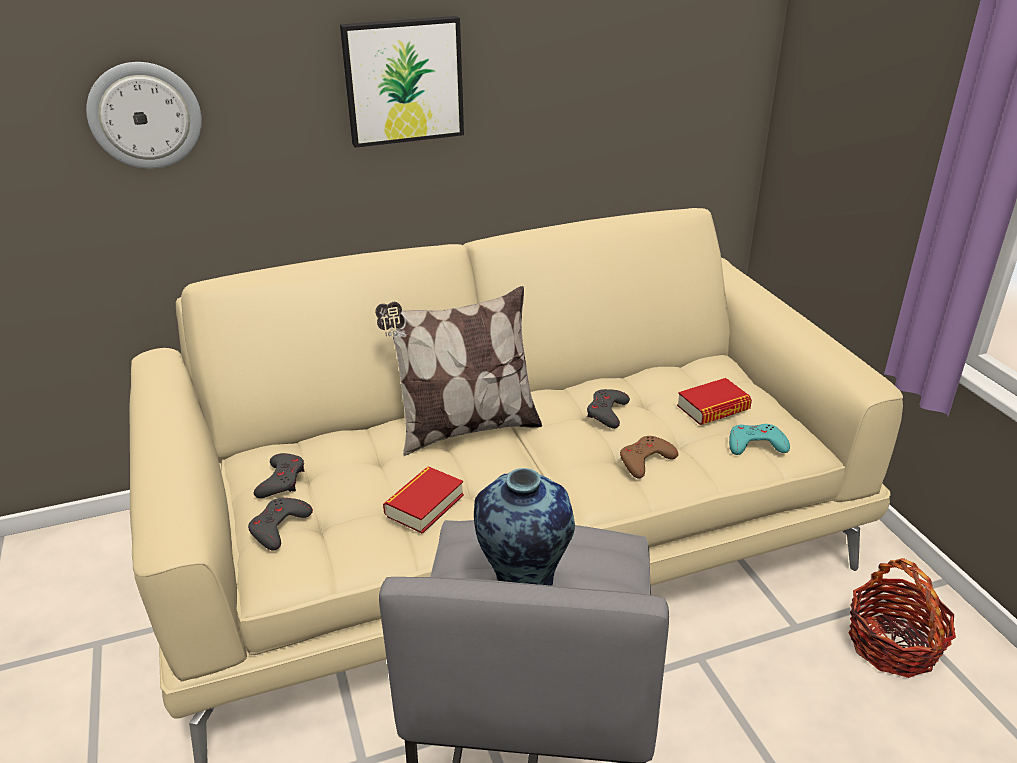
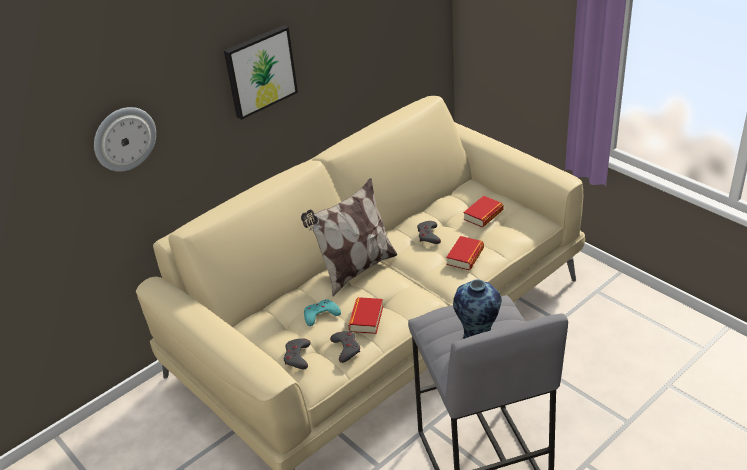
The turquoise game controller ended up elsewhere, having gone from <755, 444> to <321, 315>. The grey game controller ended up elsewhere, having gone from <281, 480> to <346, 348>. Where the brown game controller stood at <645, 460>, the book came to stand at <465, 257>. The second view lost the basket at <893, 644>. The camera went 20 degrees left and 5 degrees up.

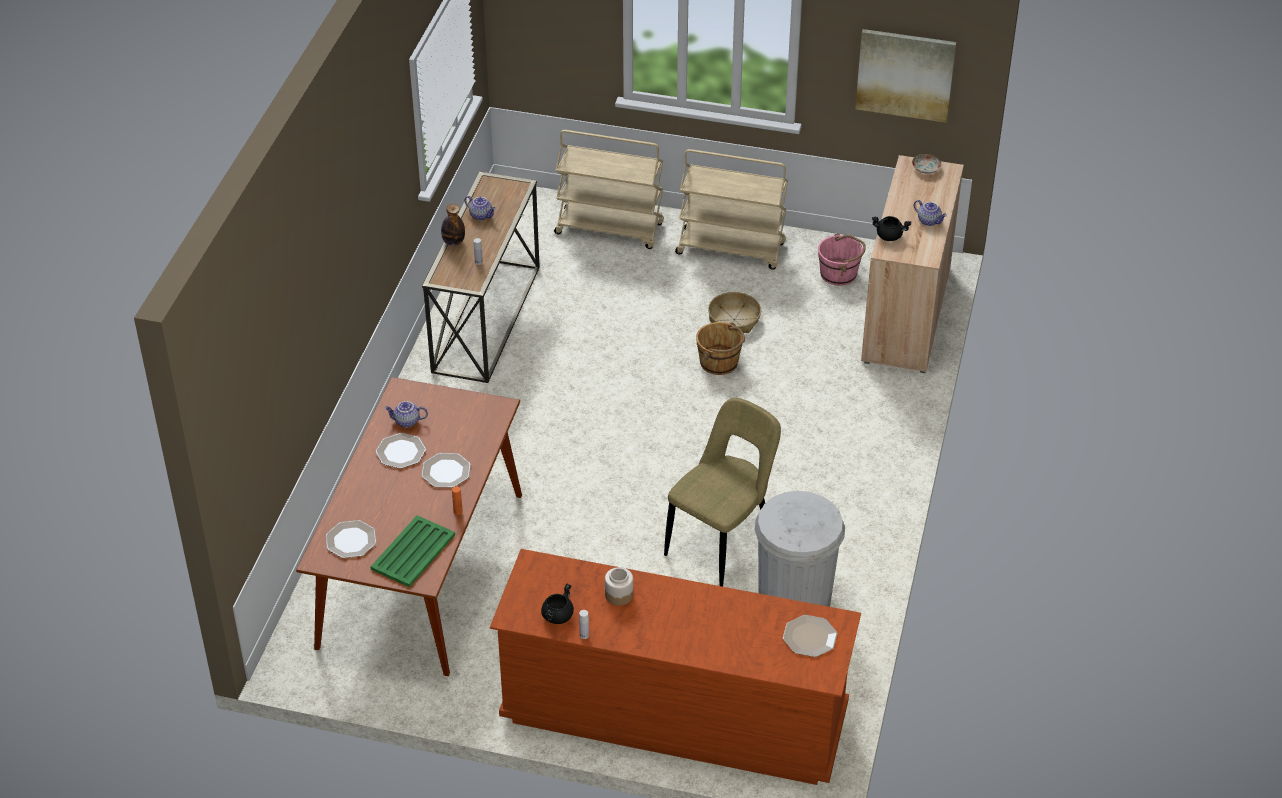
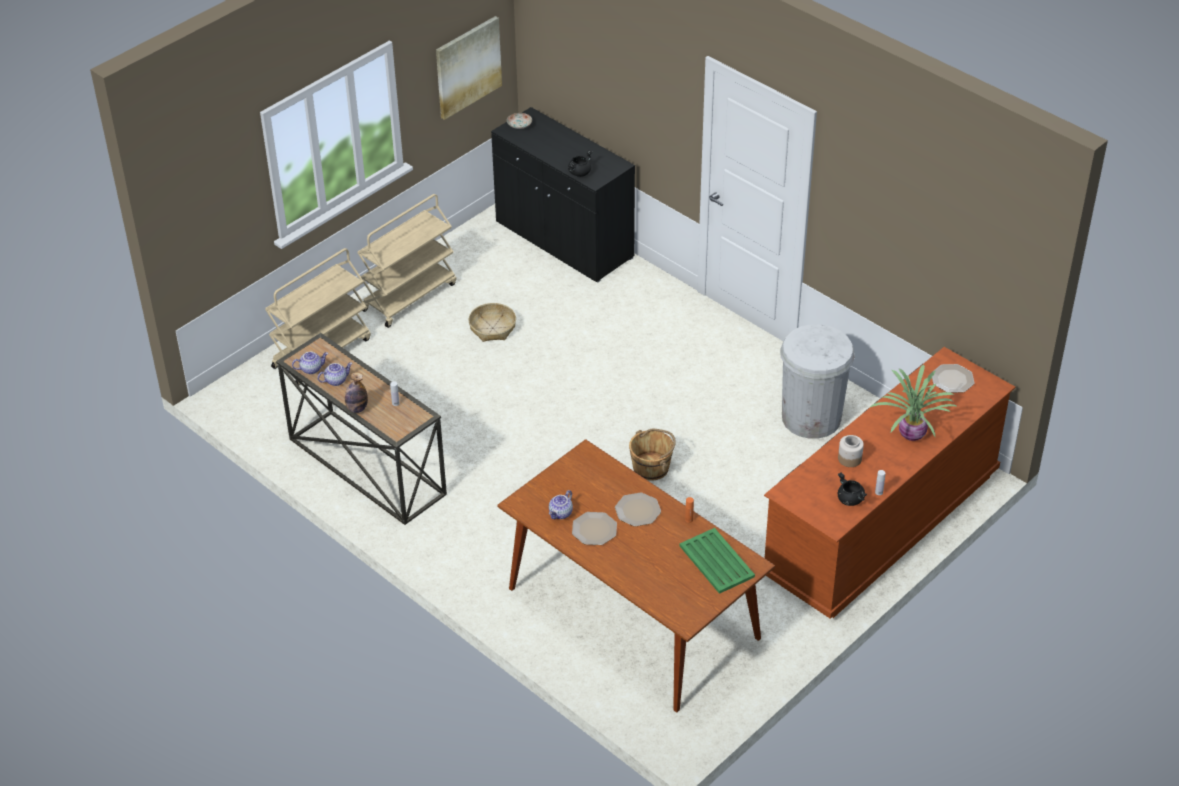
The teapot ended up elsewhere, having gone from <929, 221> to <311, 369>. What was the beige cabinet at <906, 315> turned into the black cabinet at <564, 240>. The brown bucket ended up elsewhere, having gone from <719, 362> to <651, 467>. The second view gained the potted plant at <912, 433>. The second view lost the plate at <350, 540>. The second view lost the beige chair at <723, 543>. The second view lost the pink bucket at <839, 274>. The camera went 60 degrees left and 0 degrees up.

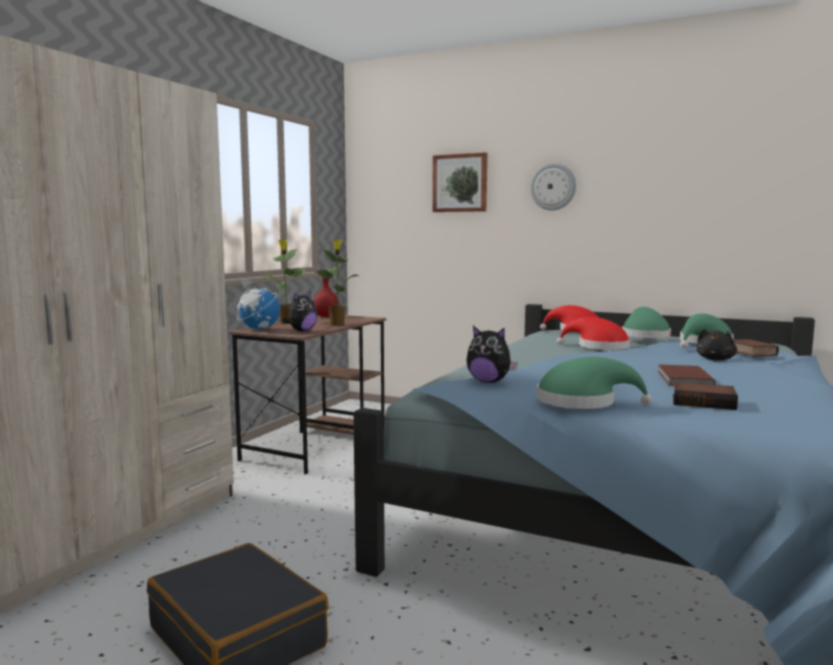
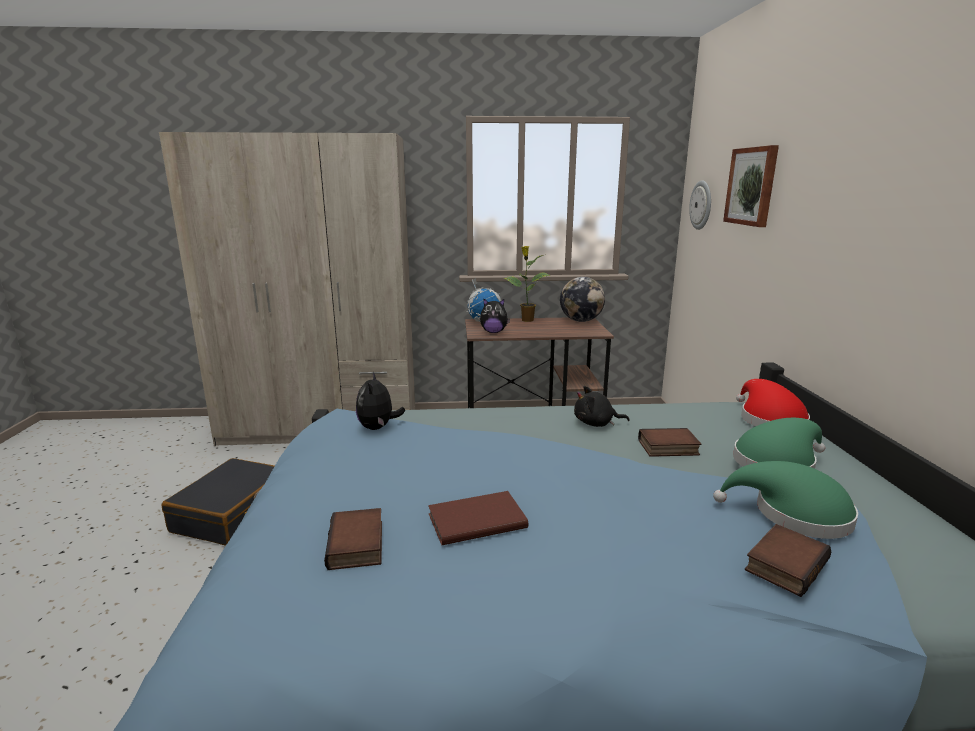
Where the red bottle stood at <326, 316>, the globe came to stand at <581, 321>. The black plush toy ended up elsewhere, having gone from <716, 359> to <596, 423>. Where the red hat stood at <598, 347>, the book came to stand at <667, 448>. The wall clock ended up elsewhere, having gone from <553, 186> to <701, 205>. The second view lost the potted plant at <337, 324>. The second view lost the green hat at <582, 402>. The camera went 60 degrees right and 10 degrees up.

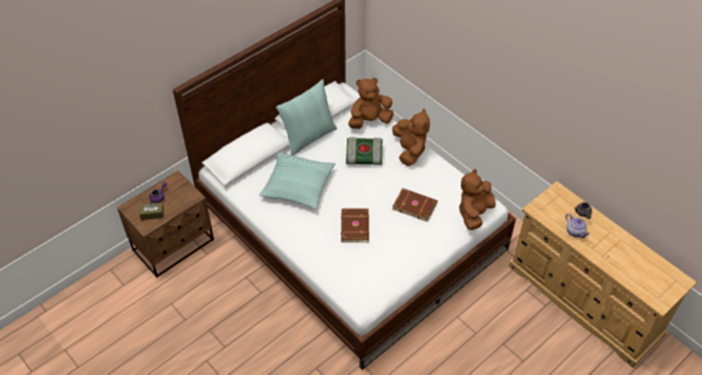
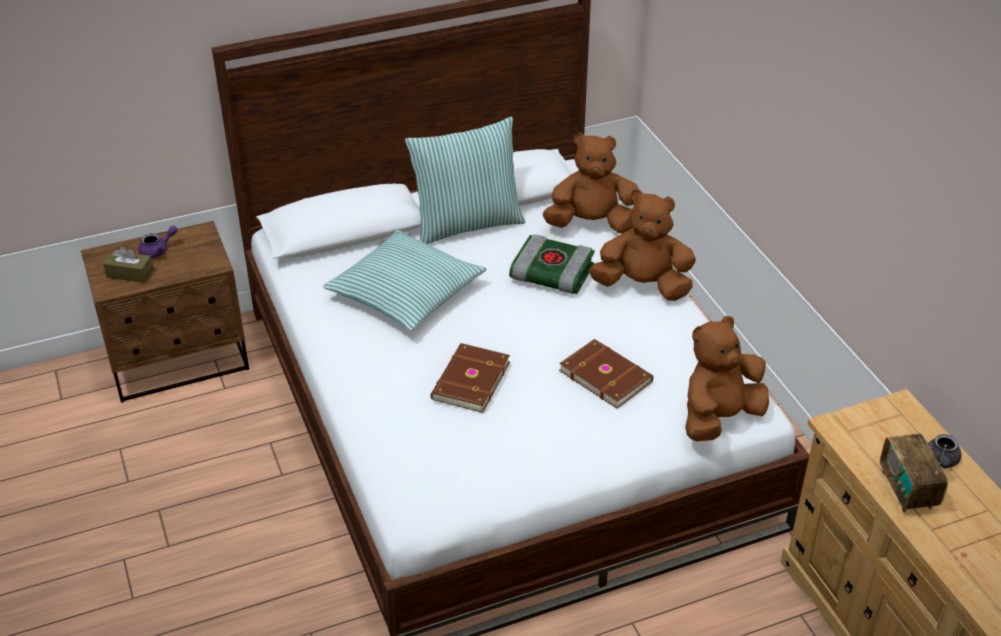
The brown plush toy at <409, 150> ended up facing another way, 90 degrees counterclockwise from before. Where the teapot stood at <575, 232>, the radio came to stand at <907, 490>. The camera went 20 degrees right and 10 degrees down.

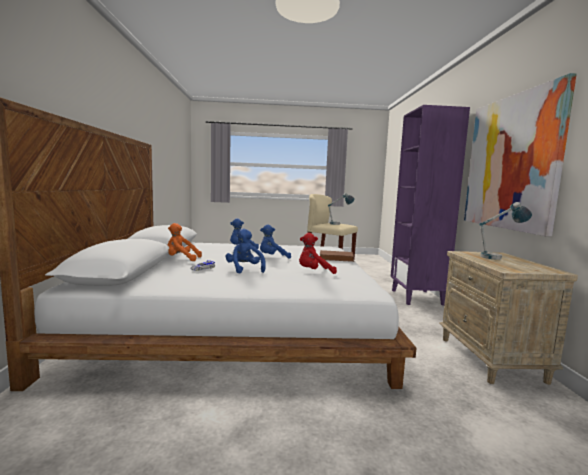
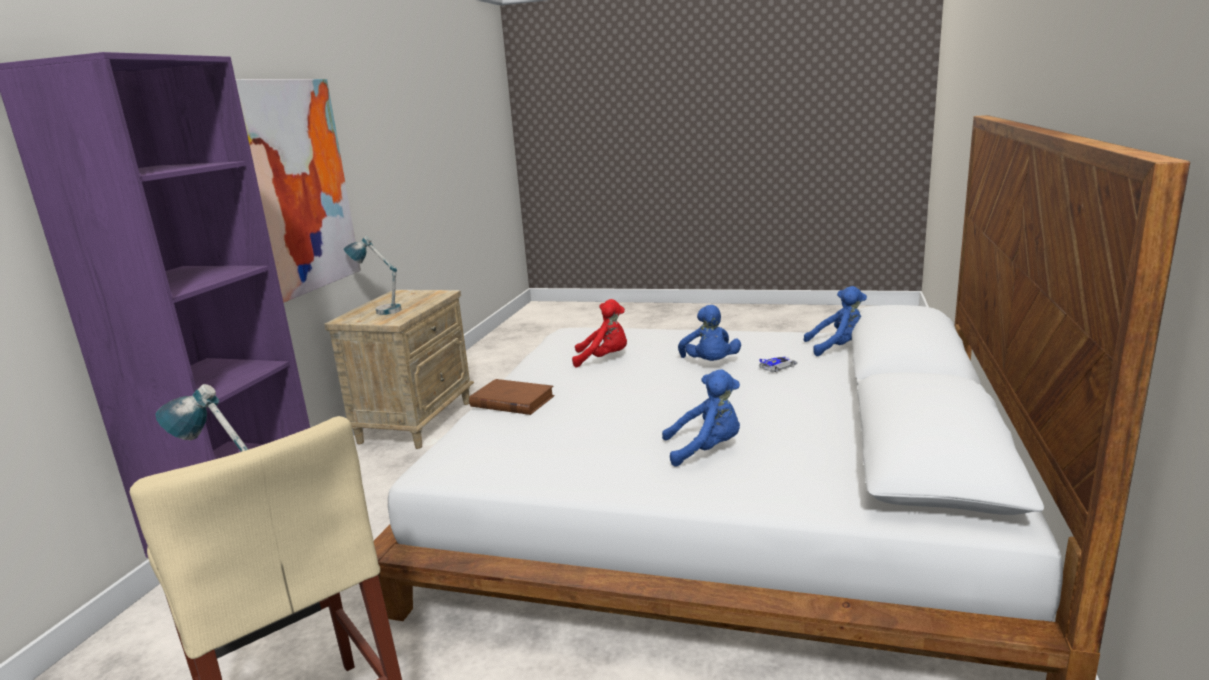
The blue plush toy ended up elsewhere, having gone from <272, 258> to <838, 347>. The second view lost the orange plush toy at <181, 259>. The camera went 160 degrees left and 10 degrees up.

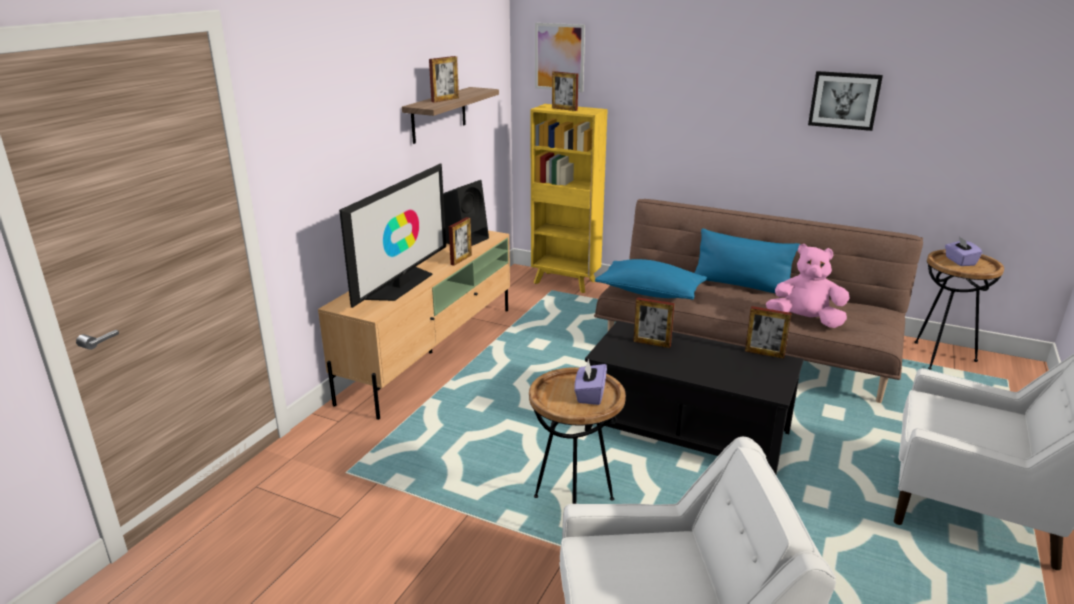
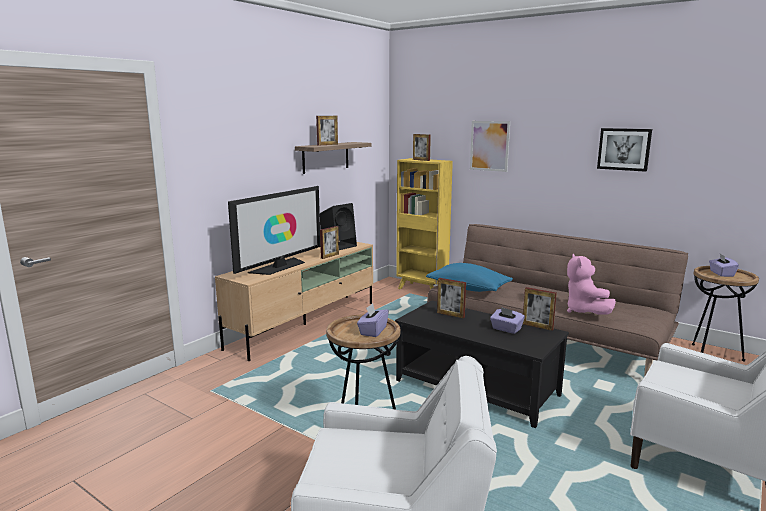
The picture ended up elsewhere, having gone from <559, 57> to <489, 146>. The second view gained the purple tissue box at <506, 329>. The pink plush toy at <805, 320> ended up facing another way, 120 degrees counterclockwise from before. The second view lost the blue pillow at <741, 285>. The camera went 10 degrees right and 10 degrees down.

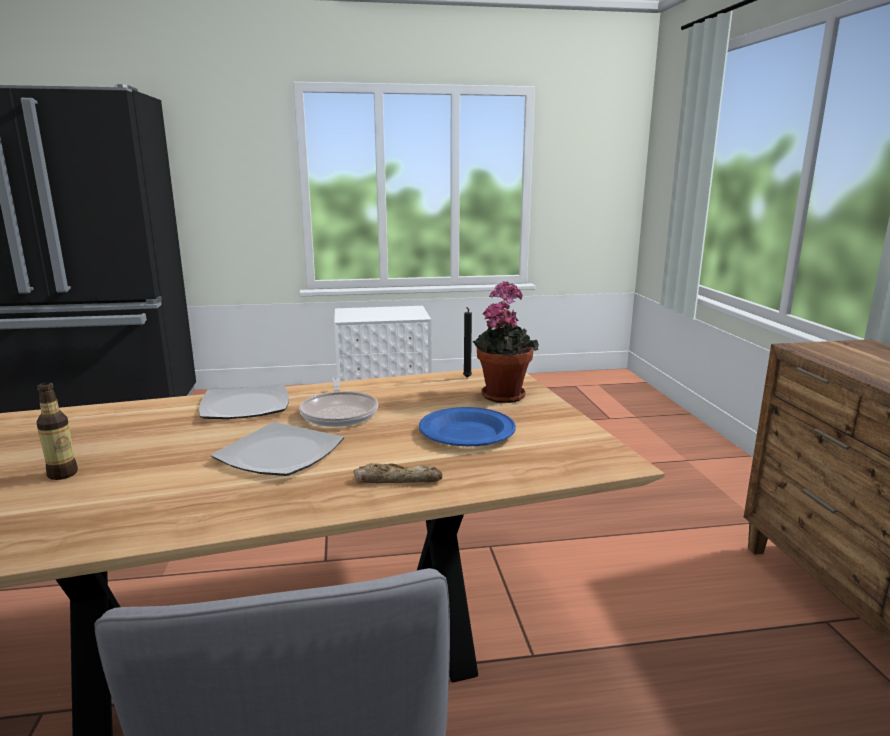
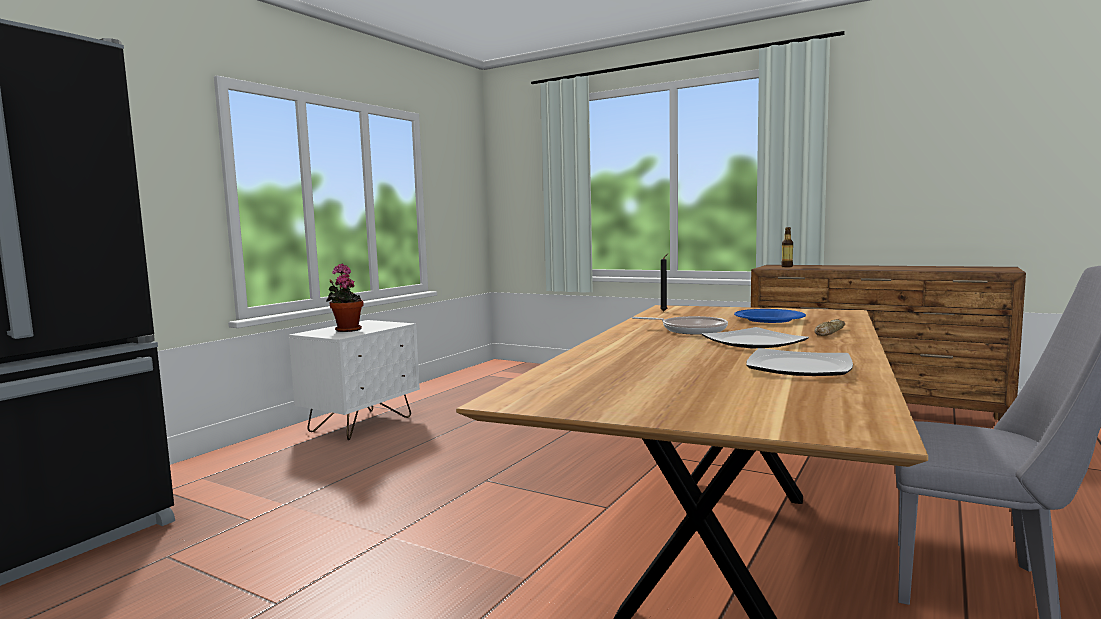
The potted plant ended up elsewhere, having gone from <502, 394> to <346, 330>. The plate ended up elsewhere, having gone from <246, 405> to <797, 367>. The bottle ended up elsewhere, having gone from <63, 474> to <787, 266>. The camera went 50 degrees left and 10 degrees down.

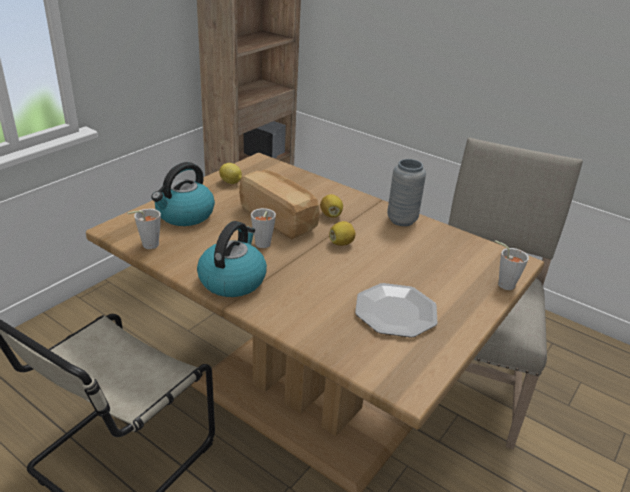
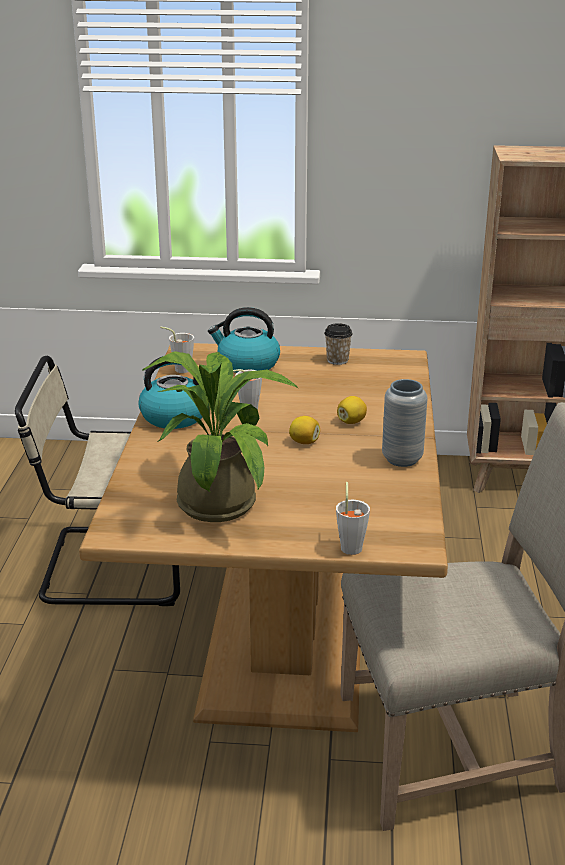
Where the plate stood at <395, 311>, the potted plant came to stand at <220, 499>. Where the lemon stood at <231, 182>, the cup came to stand at <337, 360>. The second view lost the bread at <279, 218>. The camera went 60 degrees right and 5 degrees down.

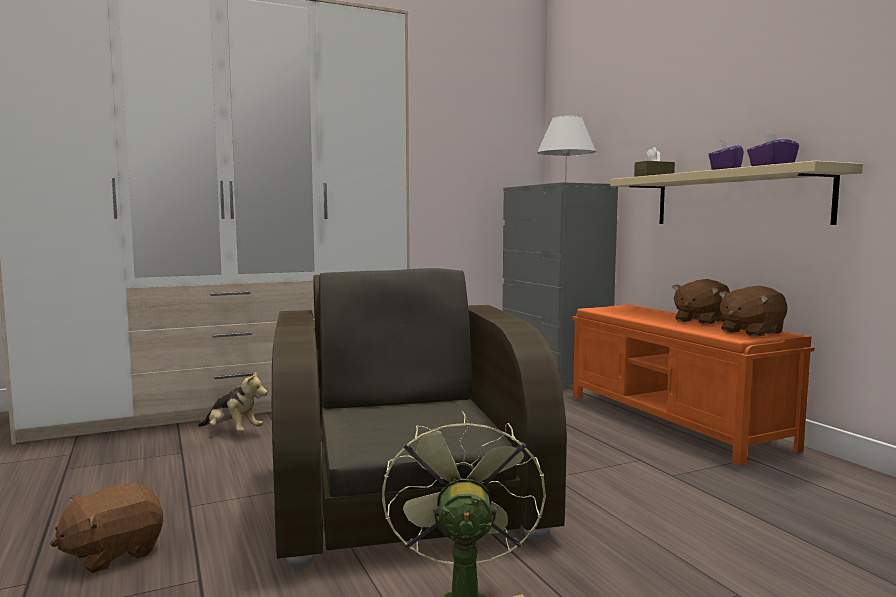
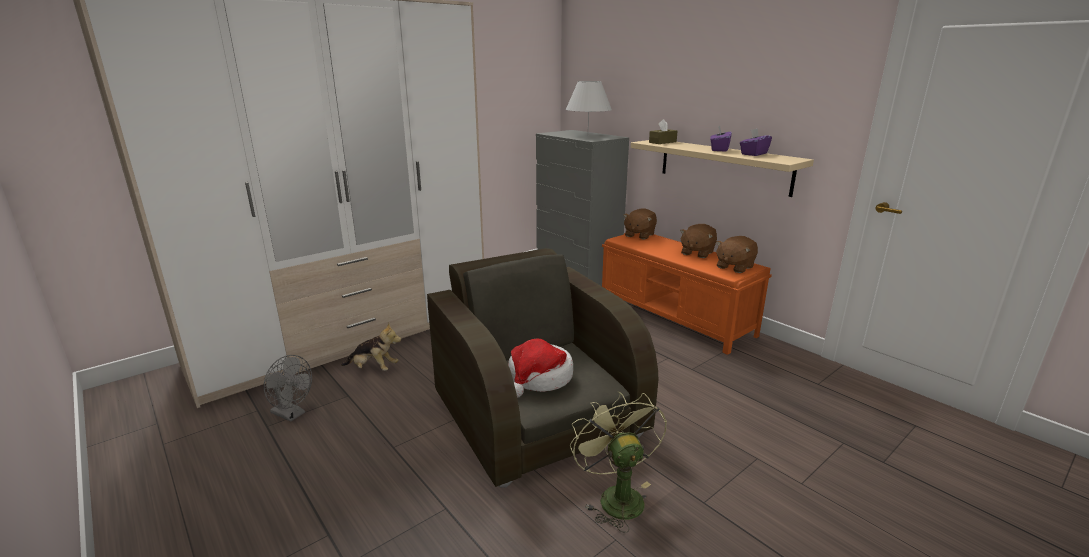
The second view gained the grey fan at <292, 414>. The second view gained the hat at <539, 378>. The brown plush toy ended up elsewhere, having gone from <113, 553> to <639, 235>. The camera went 15 degrees left and 15 degrees up.

